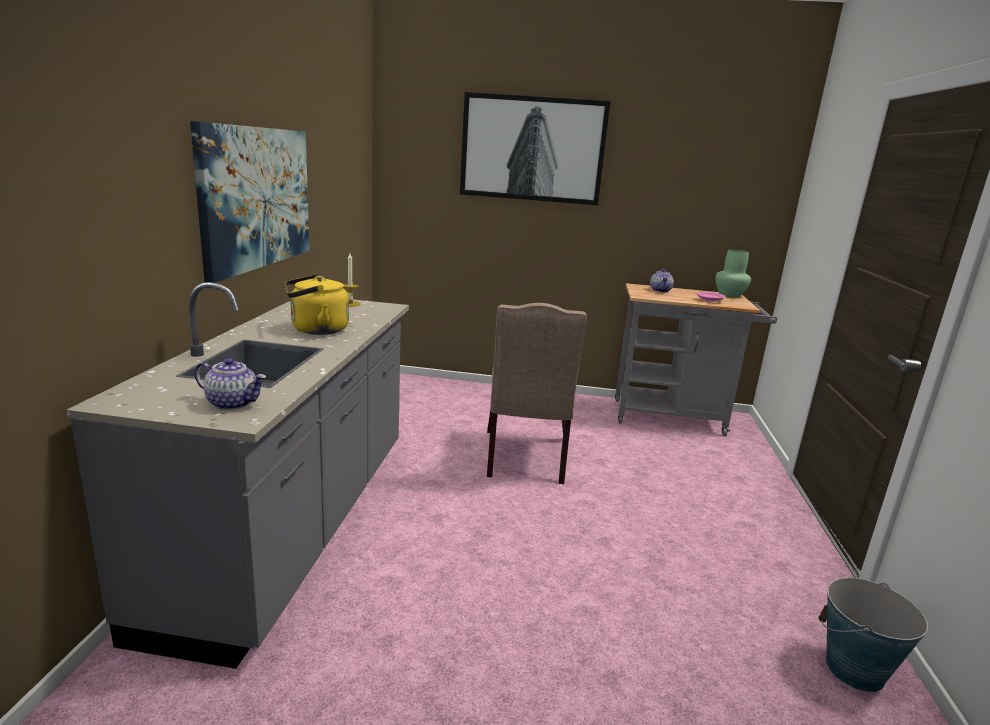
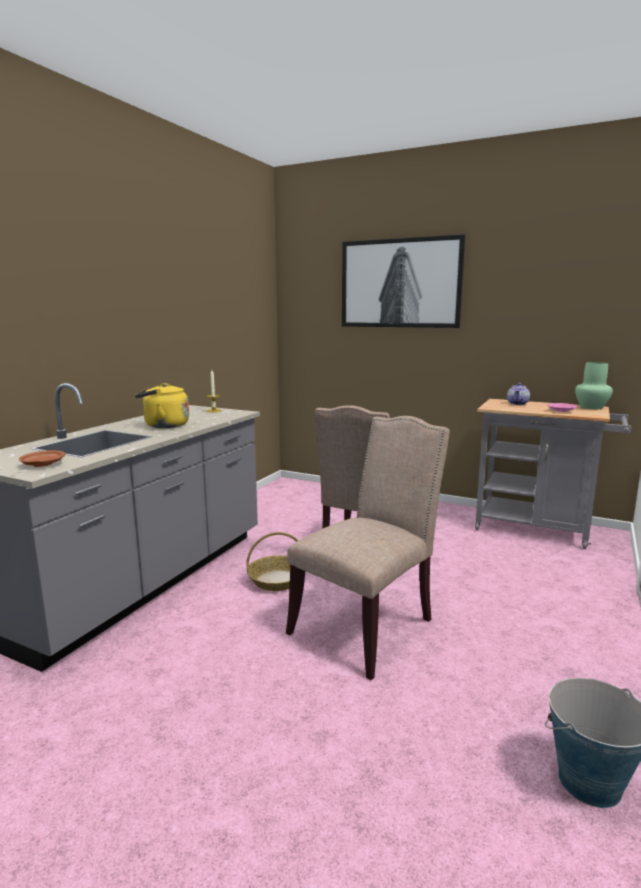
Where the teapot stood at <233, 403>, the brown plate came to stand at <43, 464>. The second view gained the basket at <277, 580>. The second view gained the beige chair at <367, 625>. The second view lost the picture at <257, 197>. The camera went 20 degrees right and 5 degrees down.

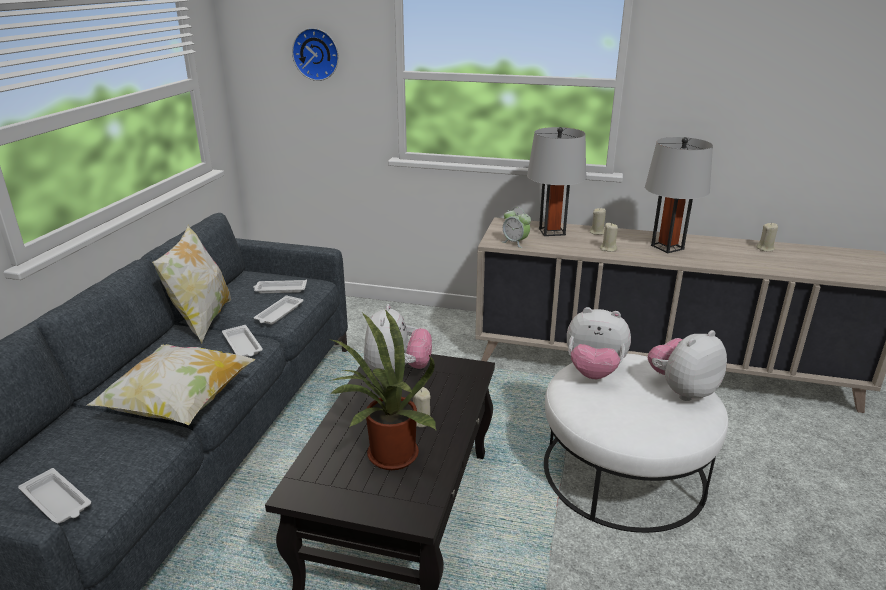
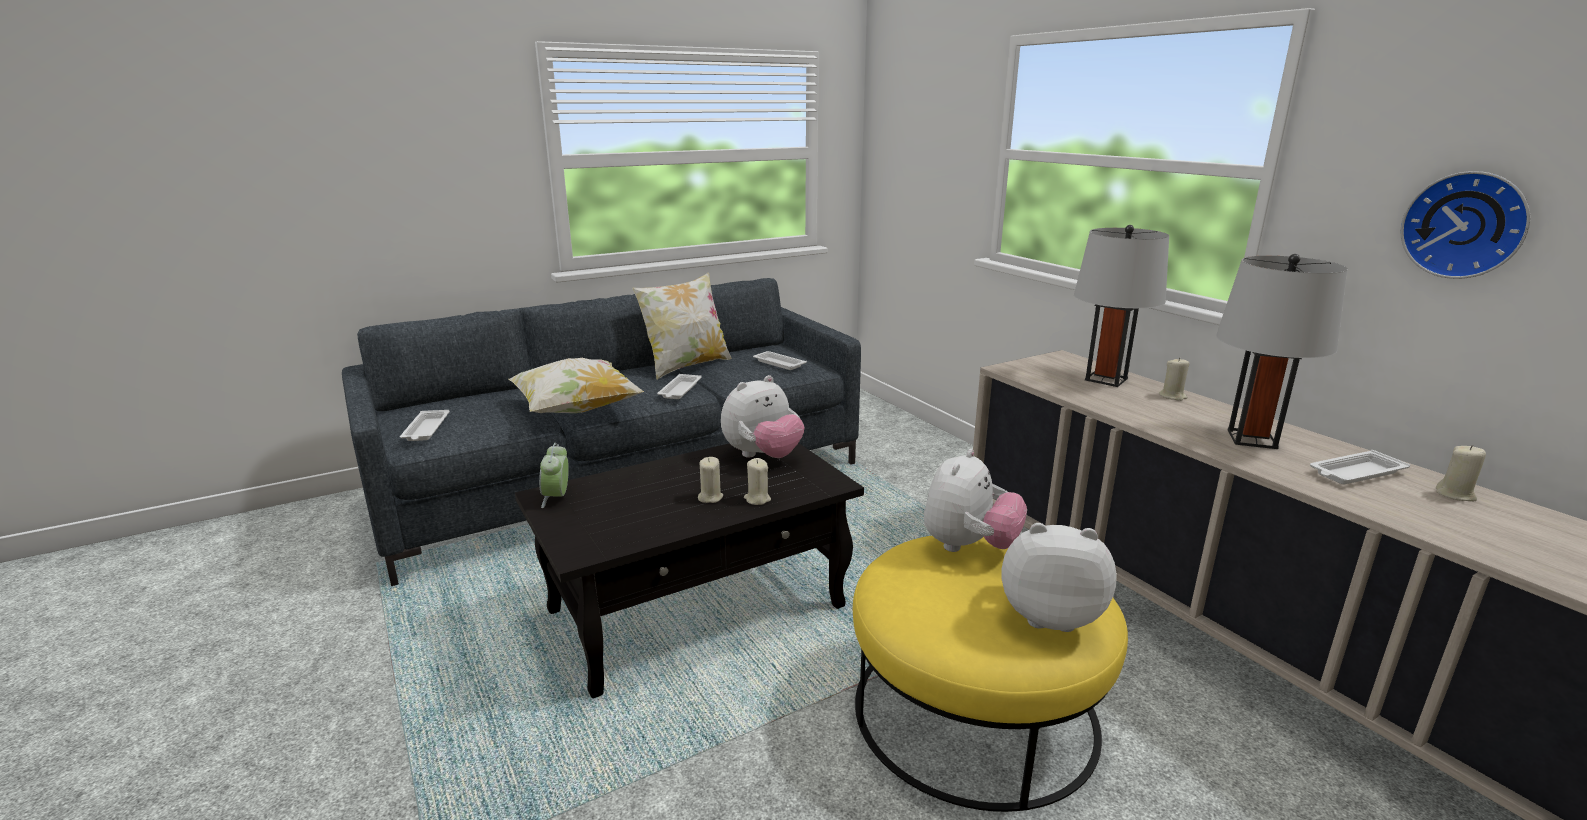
The alarm clock ended up elsewhere, having gone from <515, 243> to <557, 498>. The beige candle ended up elsewhere, having gone from <608, 249> to <757, 499>. What was the white ottoman at <623, 471> turned into the yellow ottoman at <975, 711>. The plush toy at <594, 372> ended up facing another way, 120 degrees counterclockwise from before. The white tray ended up elsewhere, having gone from <278, 314> to <1355, 473>. The wall clock ended up elsewhere, having gone from <317, 54> to <1465, 225>. The second view lost the potted plant at <387, 457>. The camera went 45 degrees right and 5 degrees down.

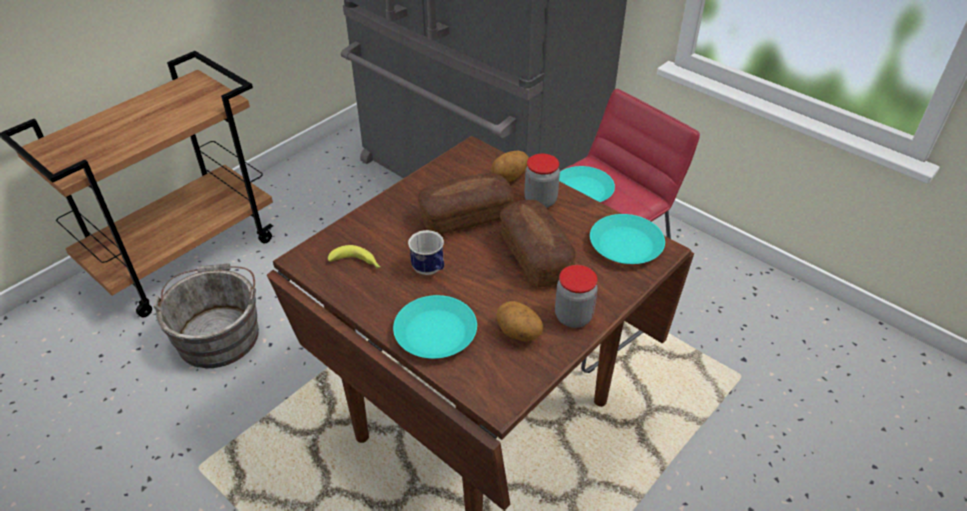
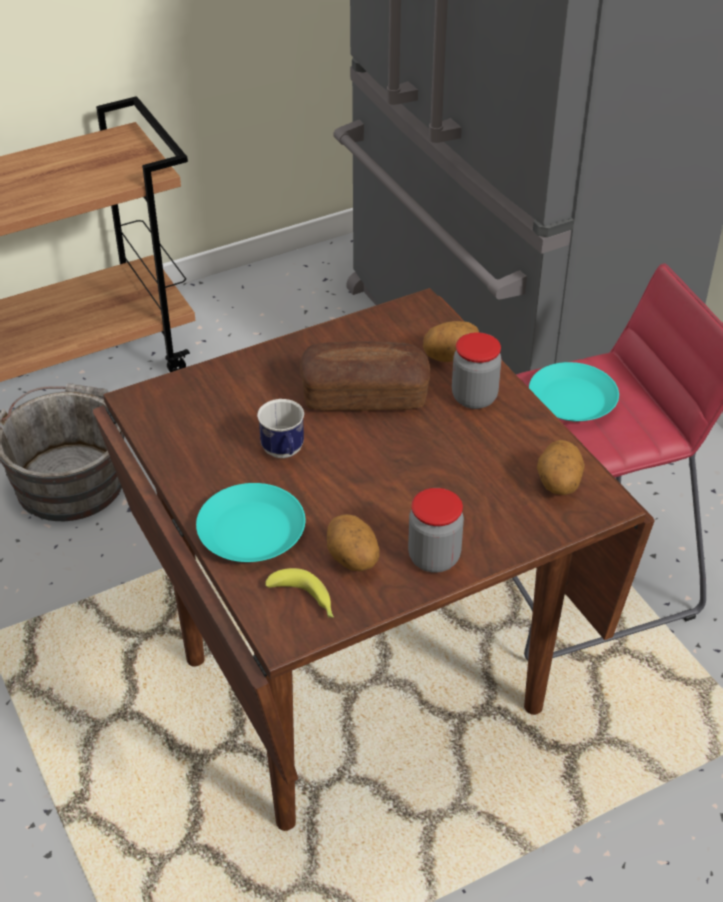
The banana ended up elsewhere, having gone from <357, 263> to <305, 600>. Where the turquoise plate stood at <626, 245>, the potato came to stand at <557, 484>. The second view lost the bread at <535, 256>. The camera went 20 degrees right and 0 degrees up.

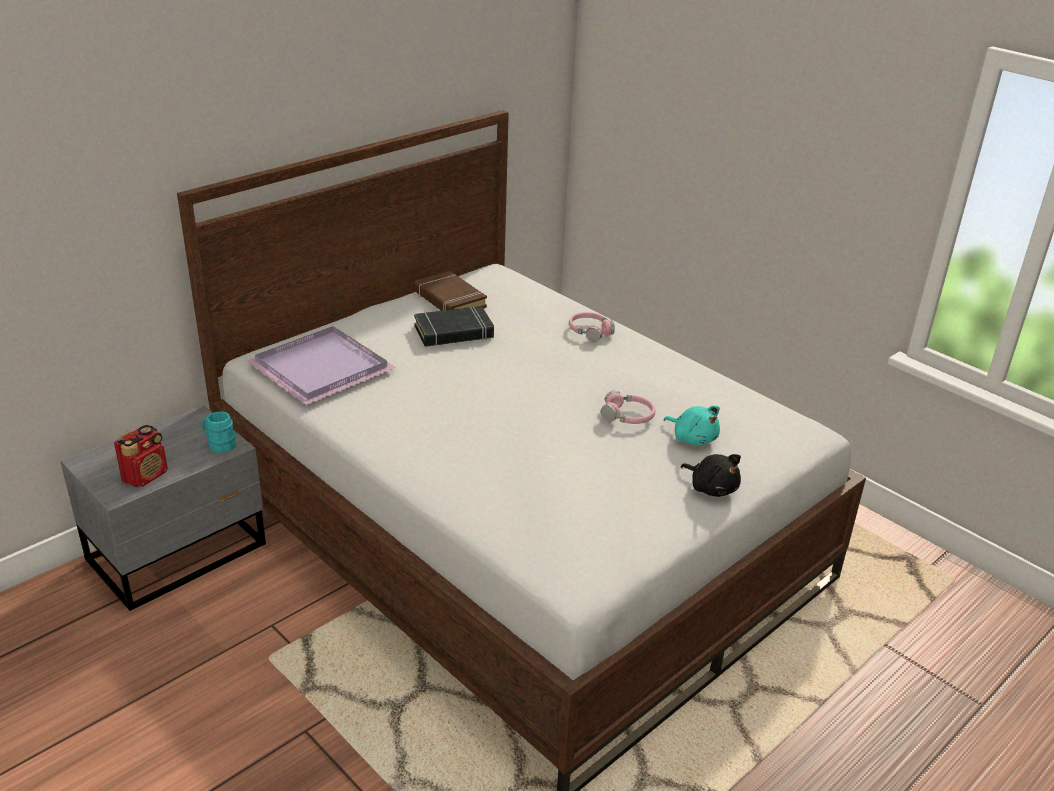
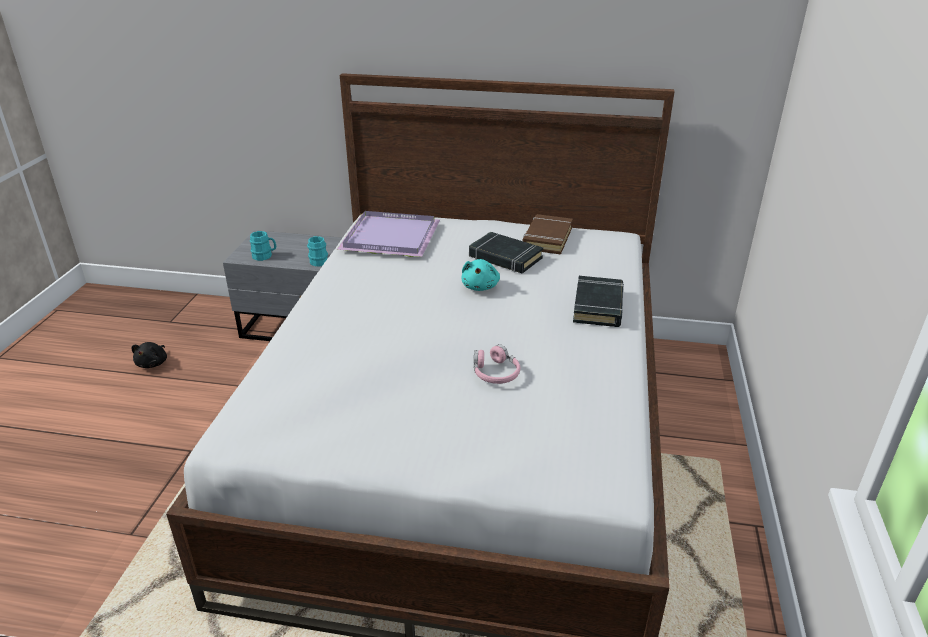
The black plush toy ended up elsewhere, having gone from <712, 488> to <153, 363>. Where the radio stood at <146, 475>, the turquoise mug came to stand at <265, 256>. The turquoise plush toy ended up elsewhere, having gone from <693, 438> to <480, 286>. Where the pink headphones stood at <590, 331>, the black book came to stand at <598, 306>. The camera went 55 degrees right and 0 degrees up.

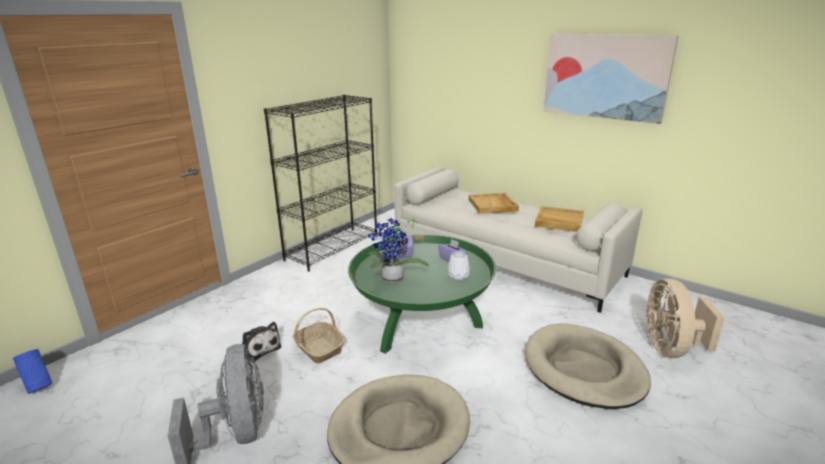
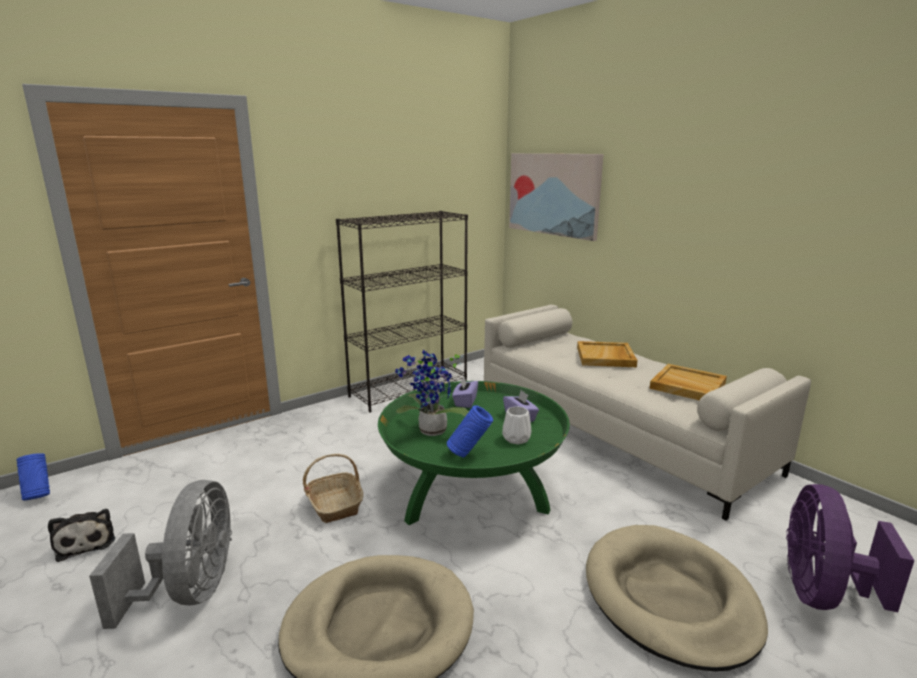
The plush toy ended up elsewhere, having gone from <259, 348> to <86, 542>. The second view gained the blue vase at <469, 454>. The picture ended up elsewhere, having gone from <605, 76> to <554, 194>. What was the beige fan at <670, 348> turned into the purple fan at <822, 593>. The camera went 15 degrees right and 5 degrees down.

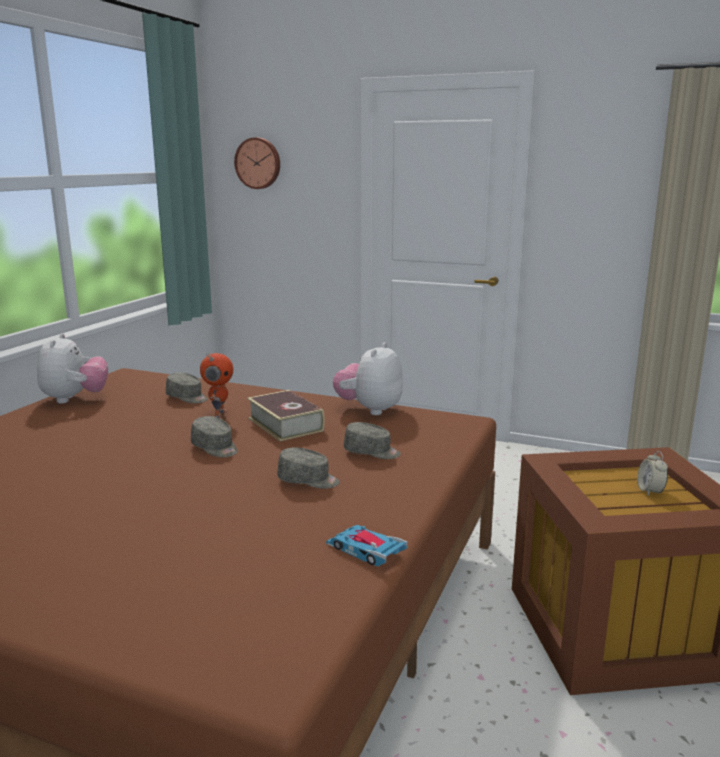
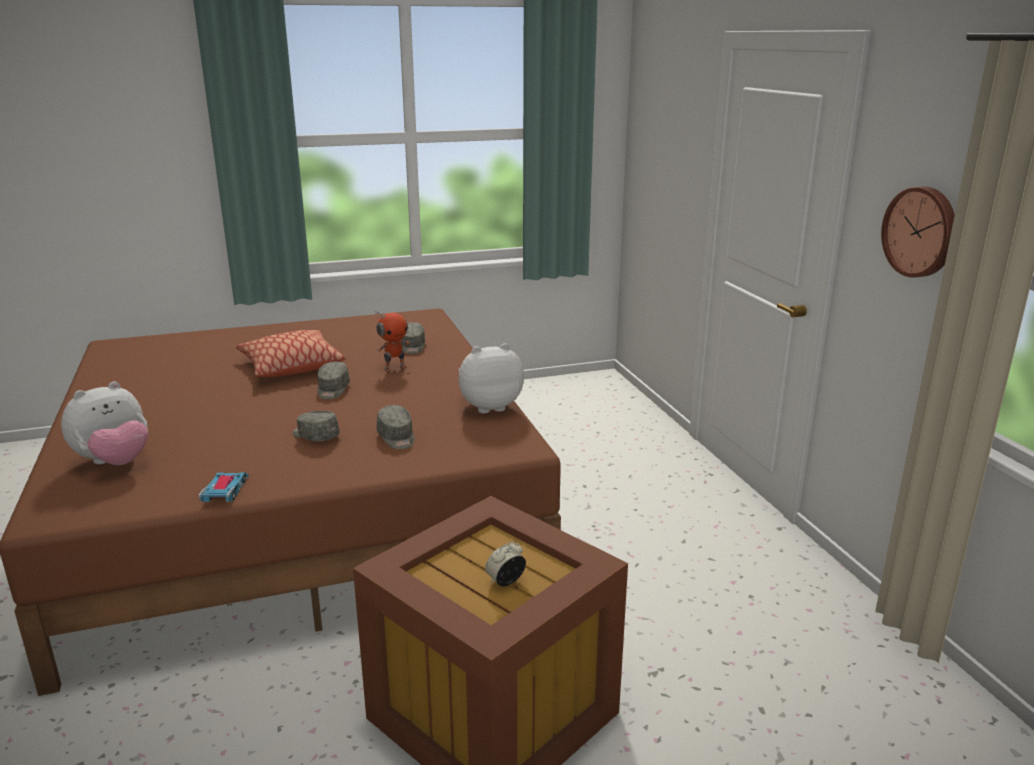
The plush toy ended up elsewhere, having gone from <74, 399> to <115, 462>. The second view gained the pillow at <291, 366>. The grey cap at <308, 481> ended up facing another way, 150 degrees clockwise from before. The wall clock ended up elsewhere, having gone from <258, 163> to <921, 232>. The second view lost the book at <285, 424>. The camera went 50 degrees right and 5 degrees up.

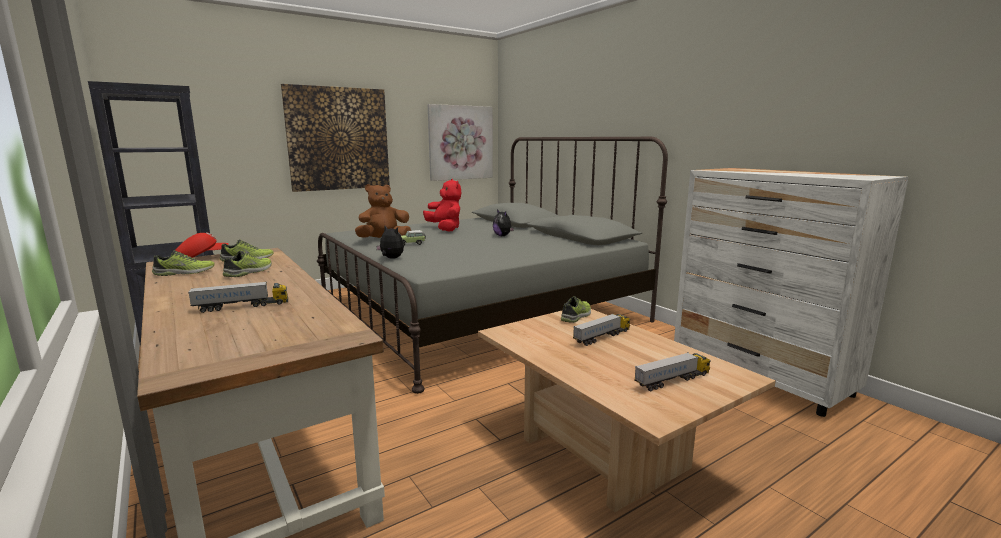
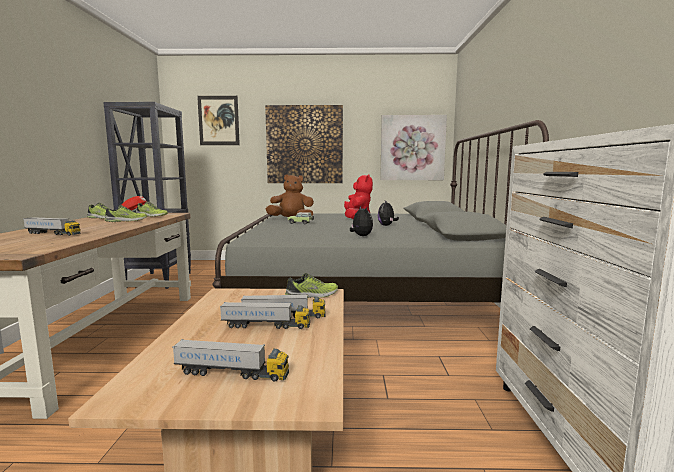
The second view gained the picture at <218, 120>. The second view gained the toy truck at <266, 326>. The plush toy ended up elsewhere, having gone from <391, 258> to <361, 236>. The camera went 35 degrees right and 5 degrees down.

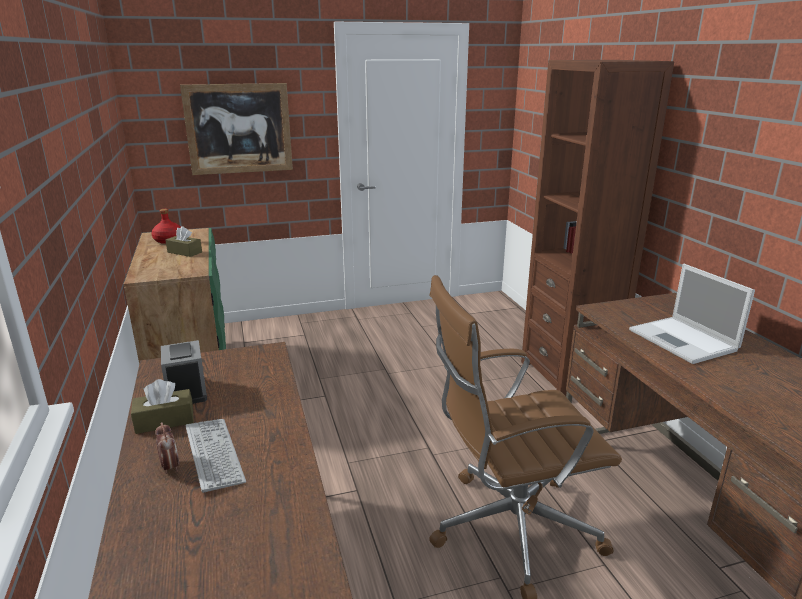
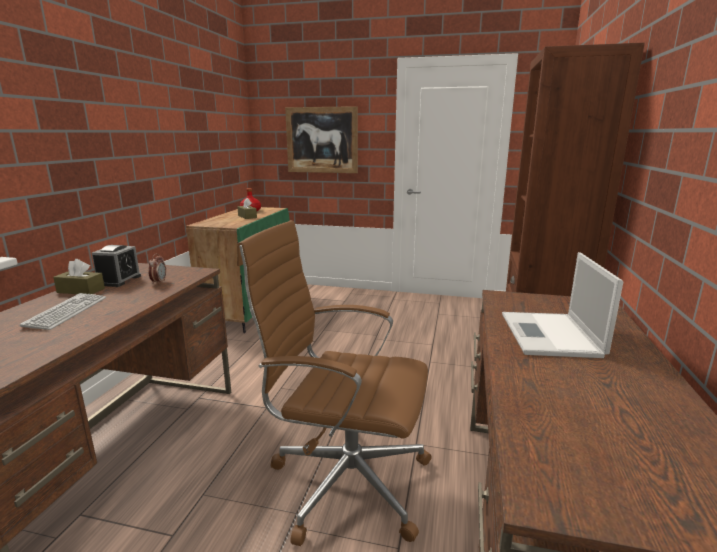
The alarm clock ended up elsewhere, having gone from <170, 467> to <159, 282>. The camera went 30 degrees right and 5 degrees down.

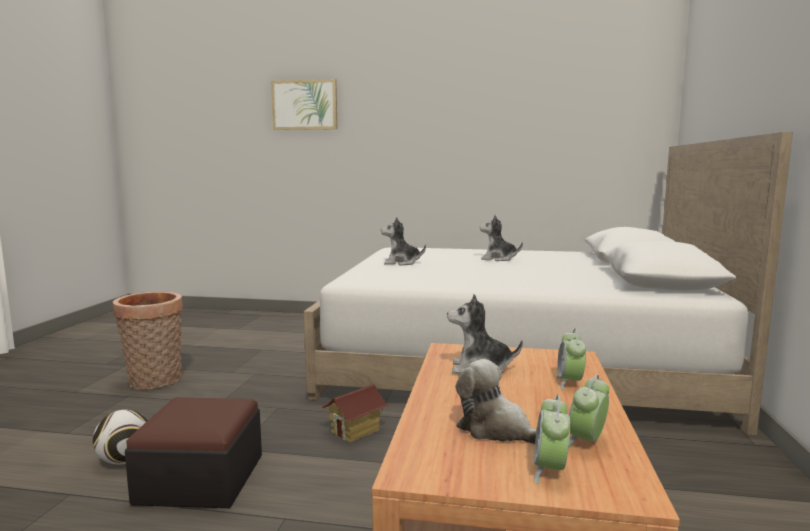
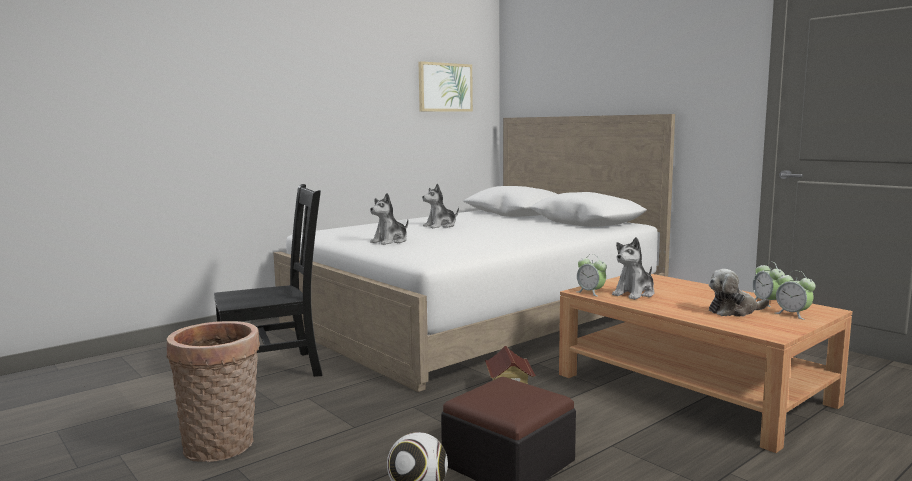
The second view gained the black chair at <274, 370>. The picture ended up elsewhere, having gone from <304, 105> to <445, 87>. The alarm clock ended up elsewhere, having gone from <570, 383> to <590, 292>. The camera went 50 degrees left and 0 degrees up.

